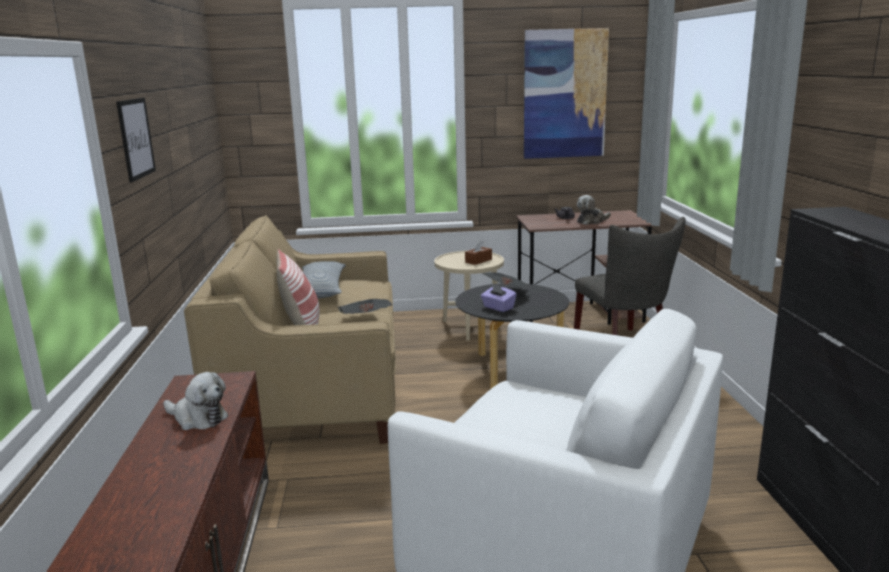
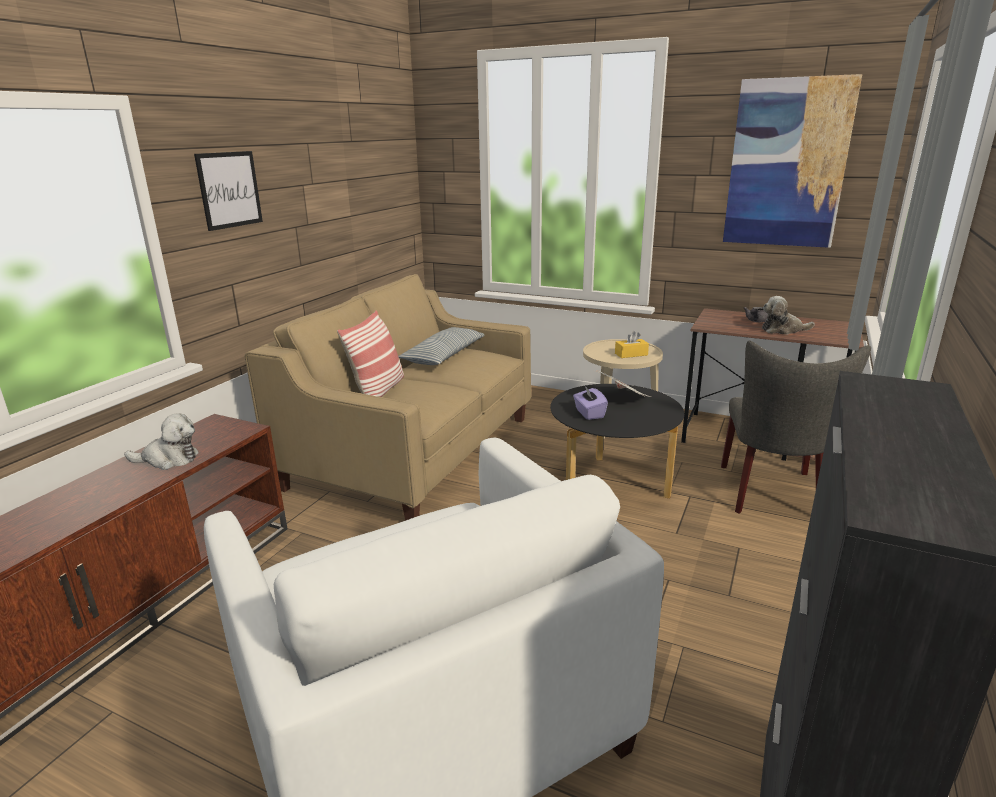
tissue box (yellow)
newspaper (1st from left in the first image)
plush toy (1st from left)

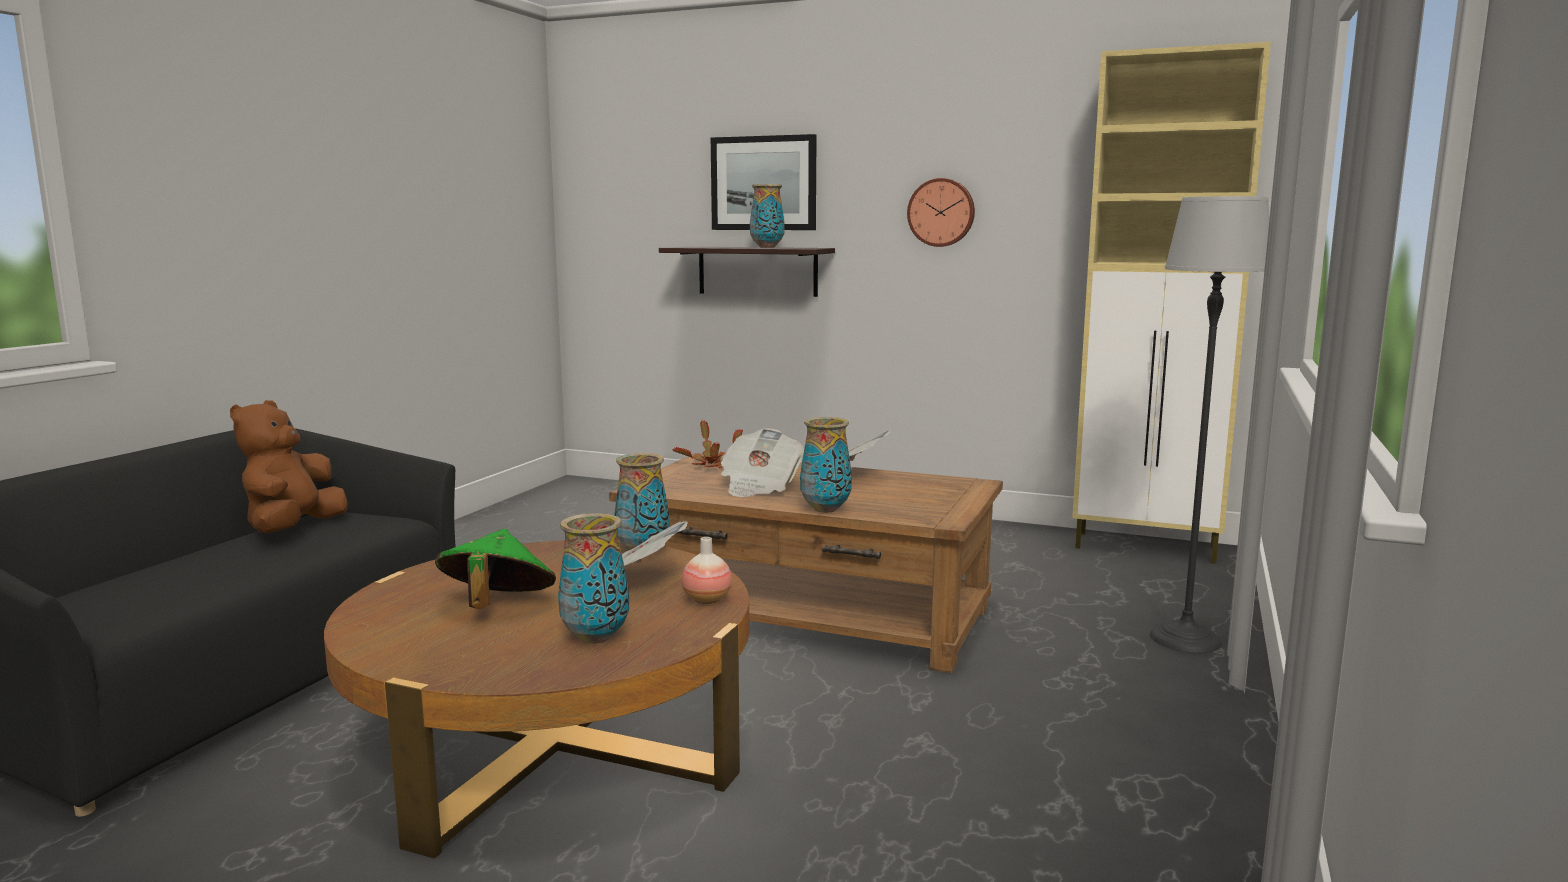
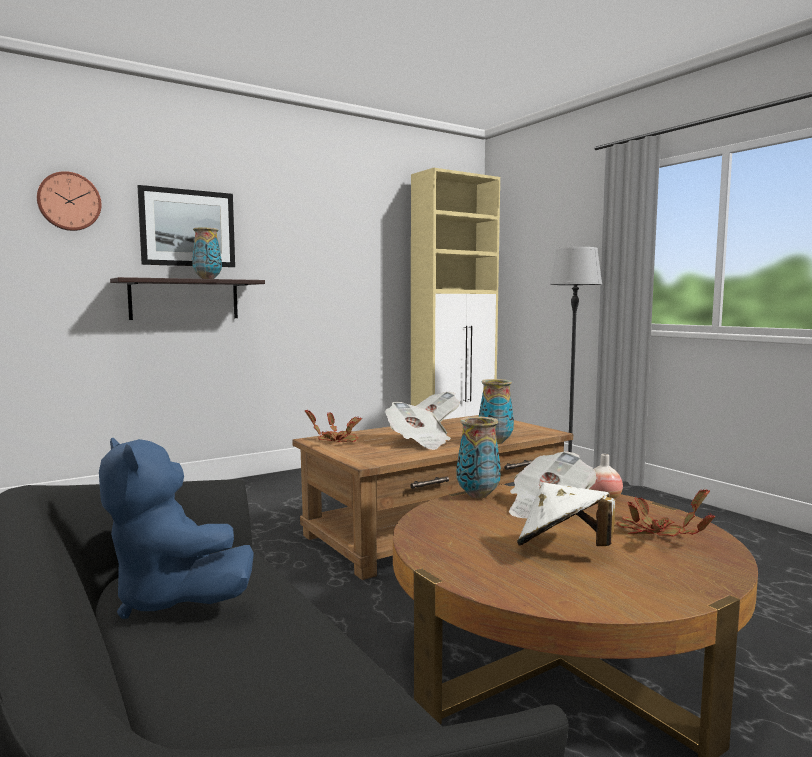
wall clock
plush toy (blue)
potted plant (2nd from left)
hat (white)

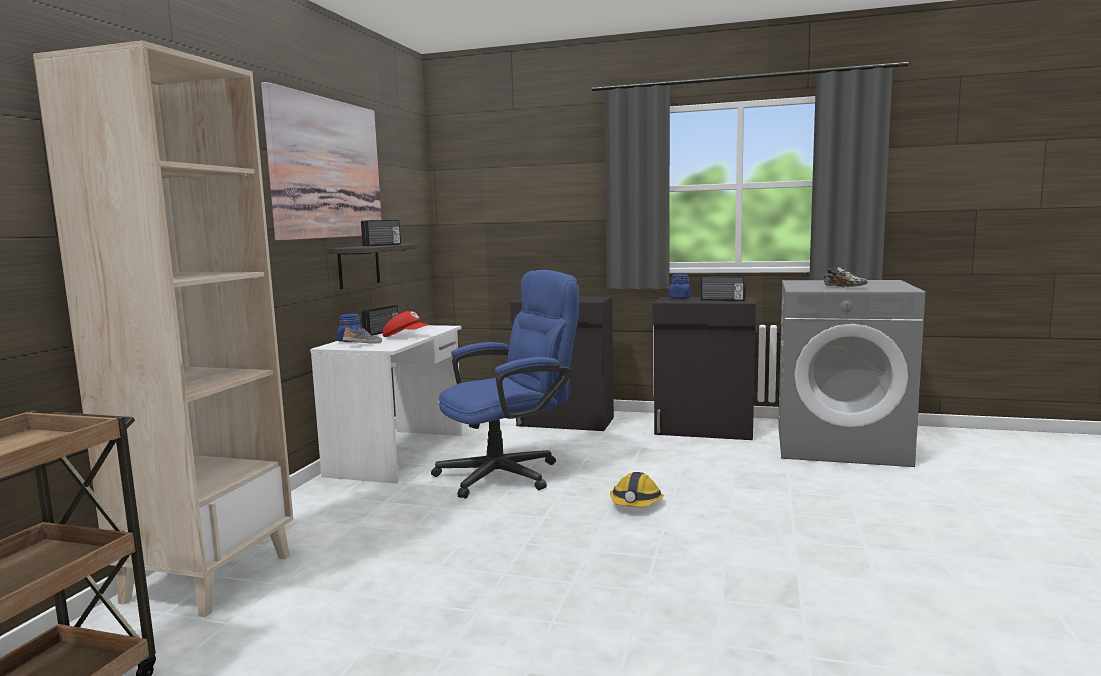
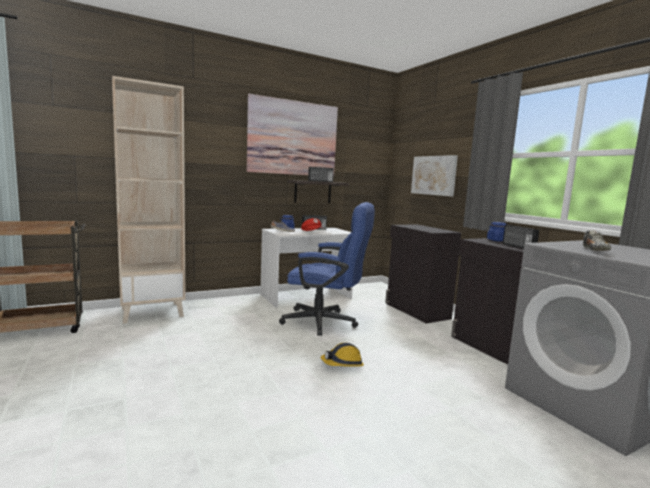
picture (2nd from left)

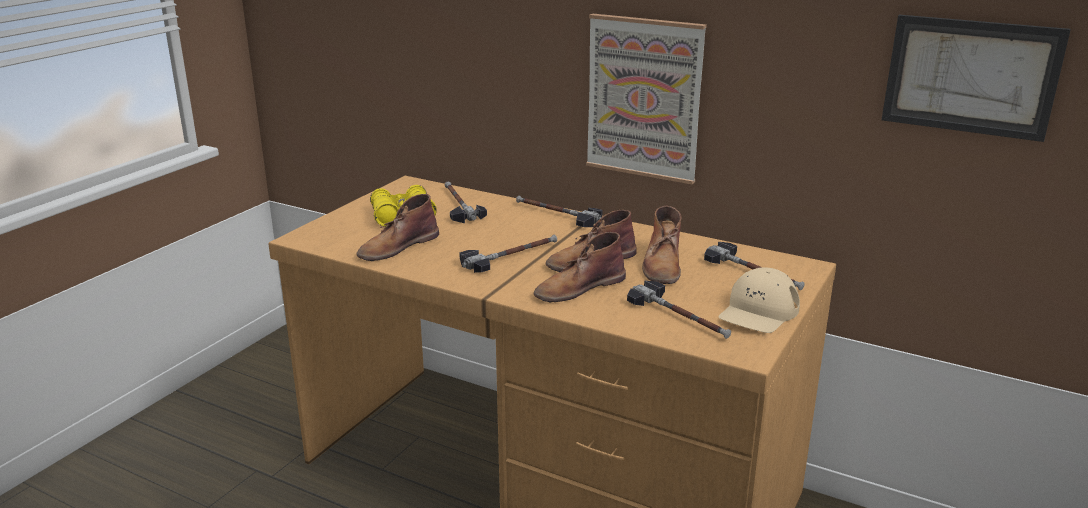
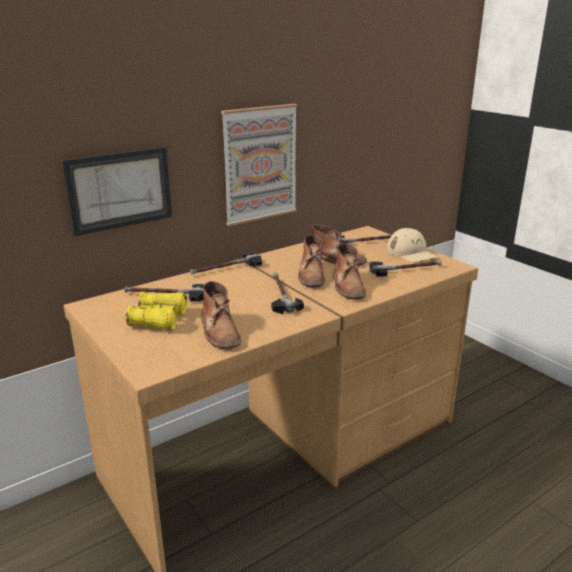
picture (1st from left)

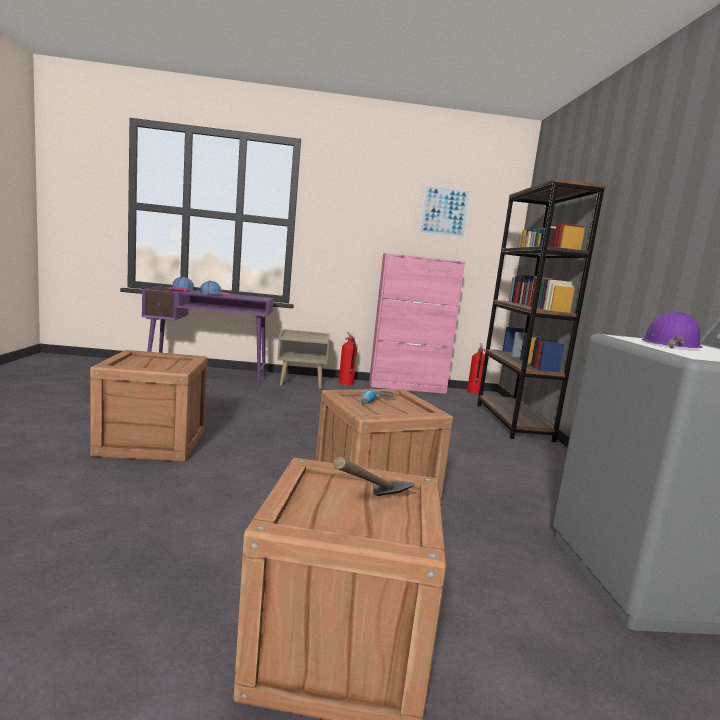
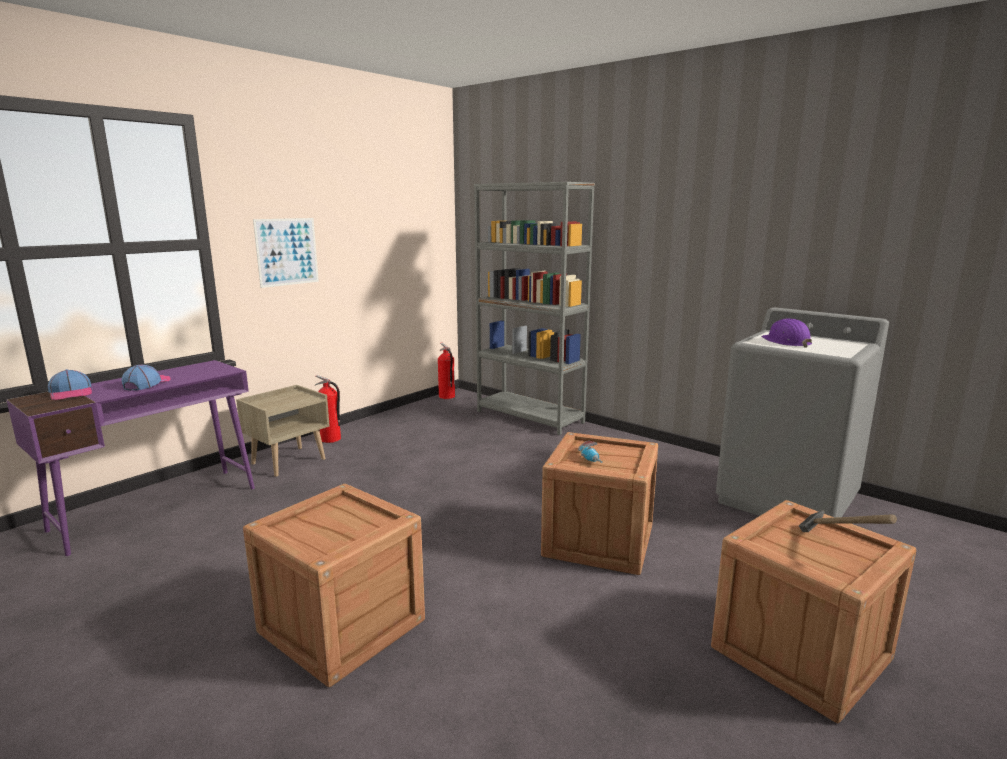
bookcase (grey)
picture
cabinet (pink)

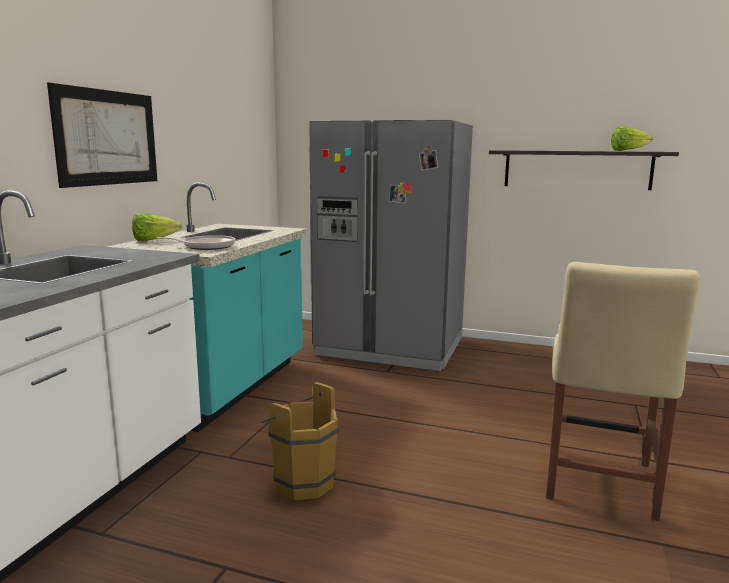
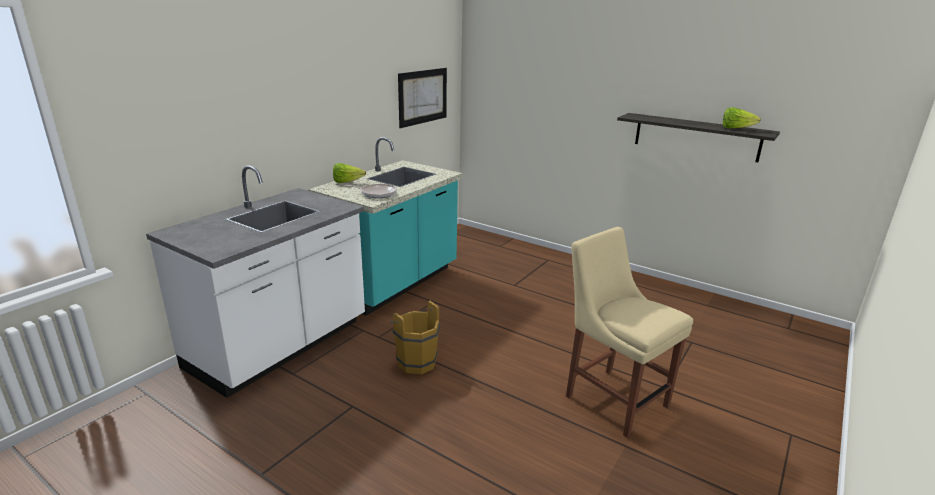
picture
fridge (grey)
chair (beige)

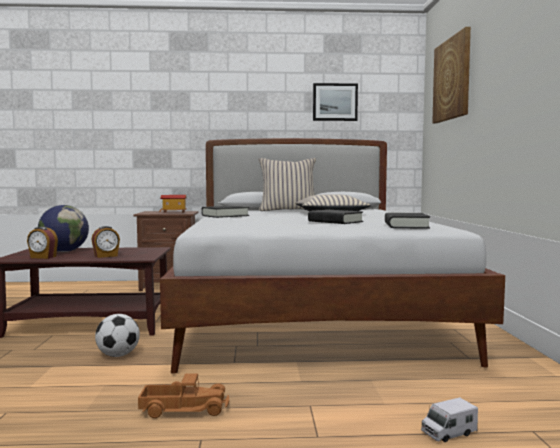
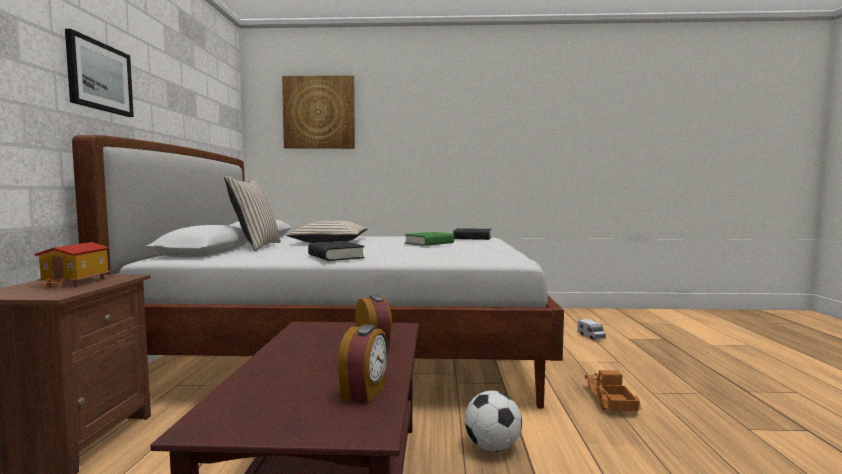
picture (1st from left)
globe
book (green)

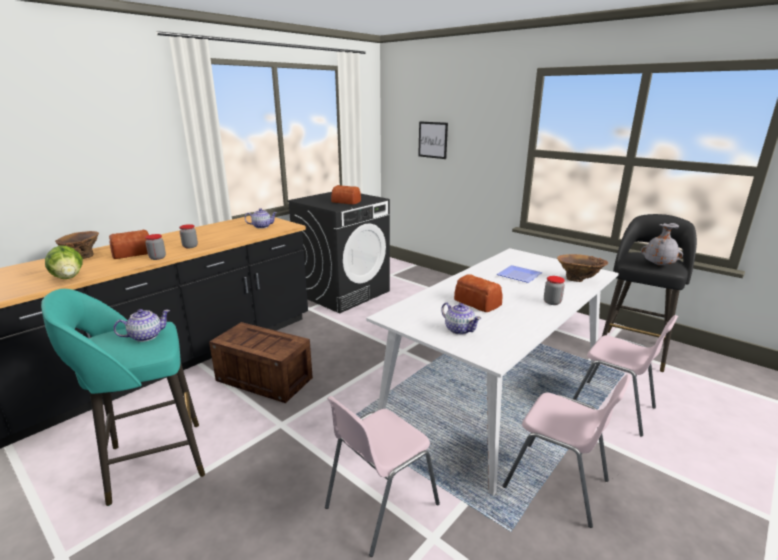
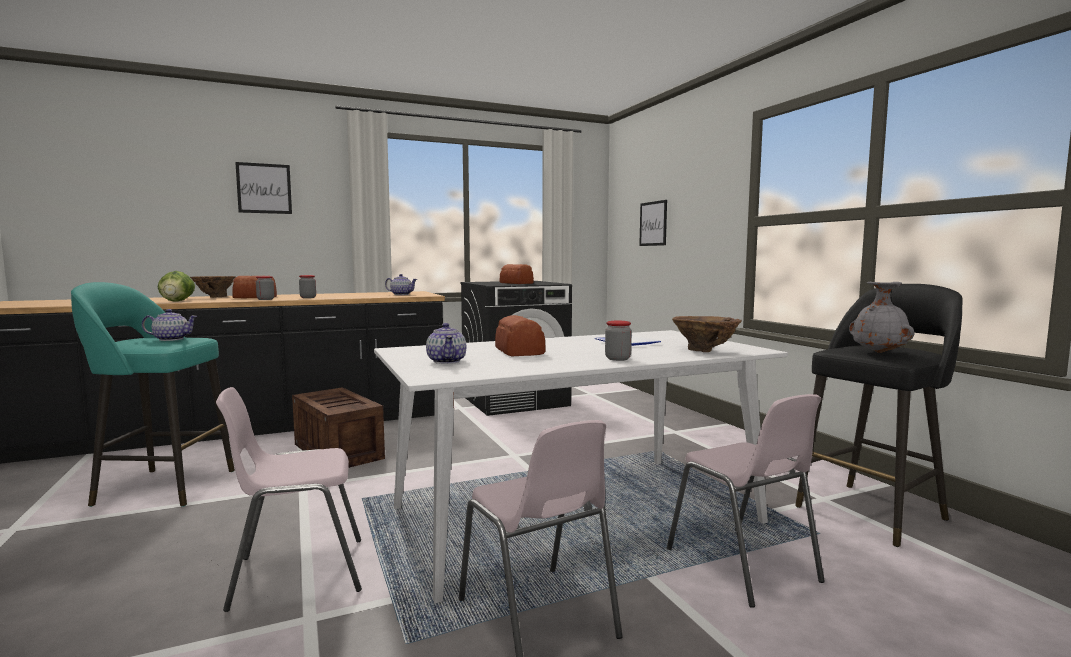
picture (1st from left)

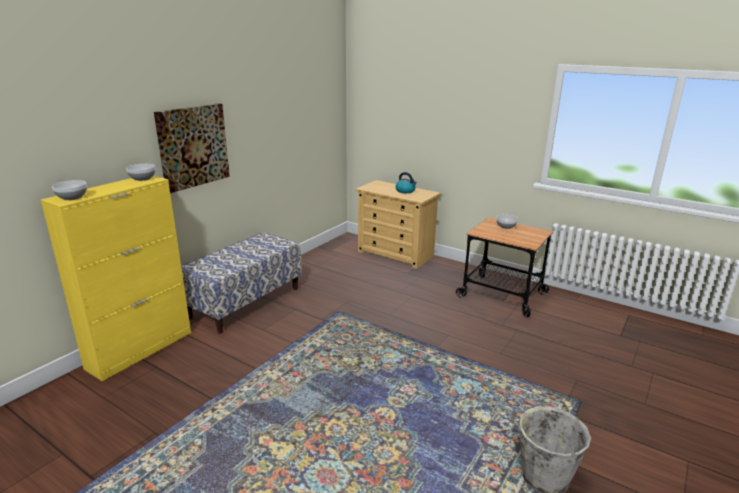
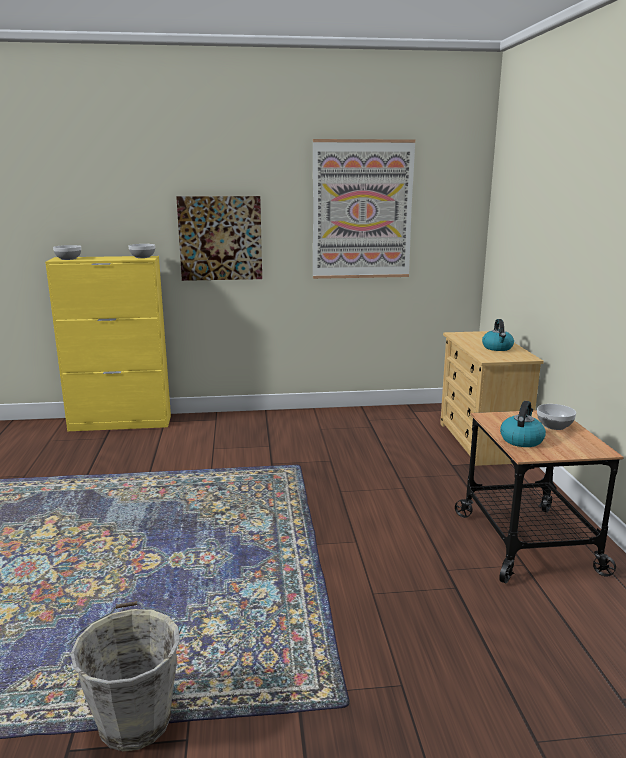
bench
picture (2nd from left)
kettle (2nd from left)

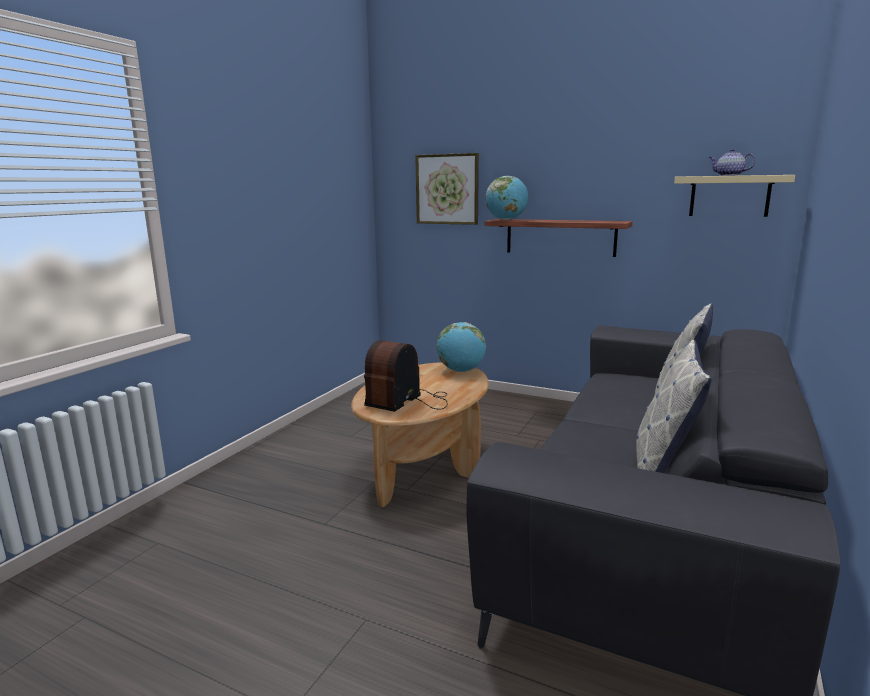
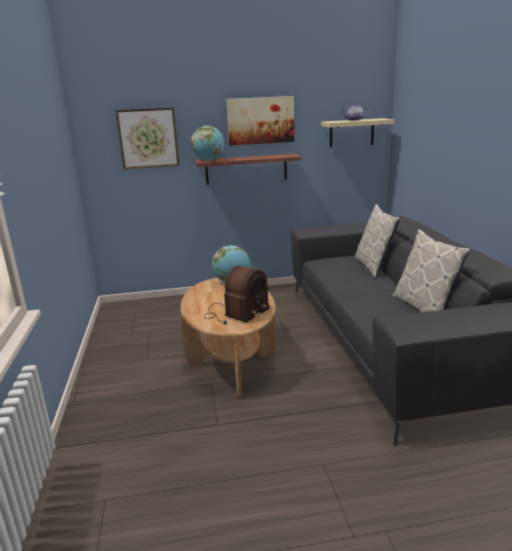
radio
picture (2nd from left)

